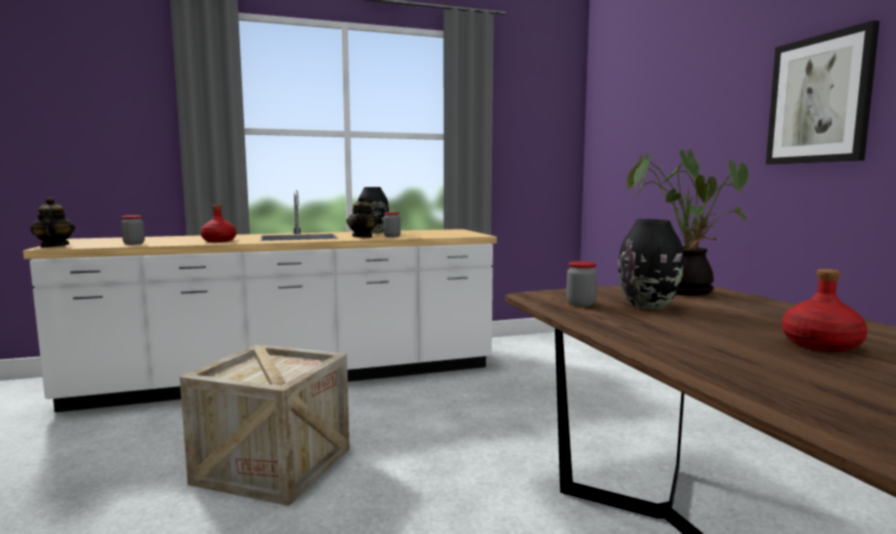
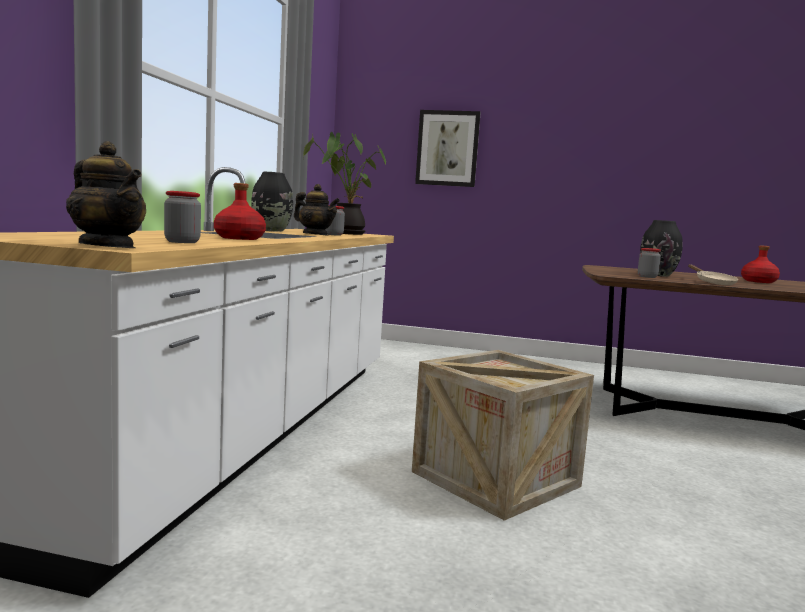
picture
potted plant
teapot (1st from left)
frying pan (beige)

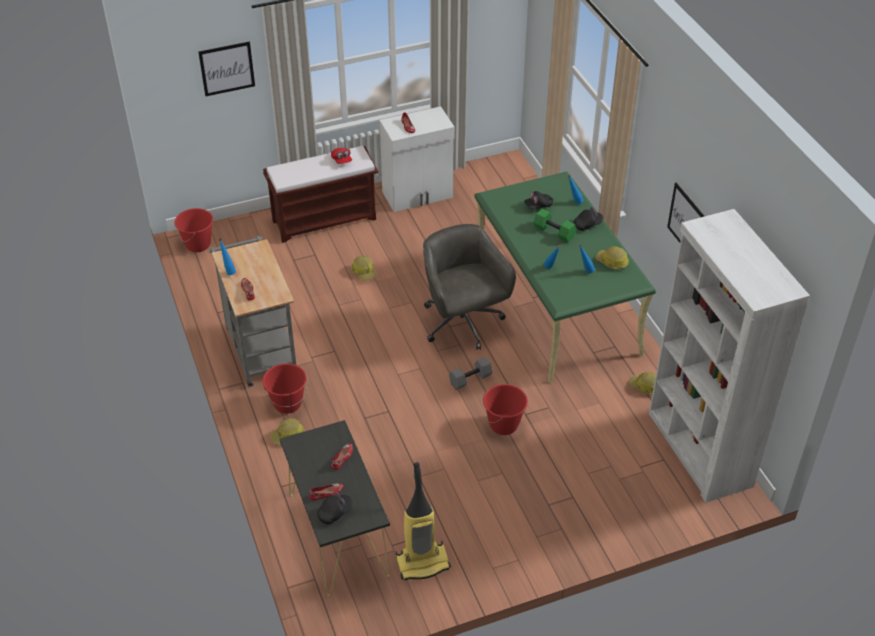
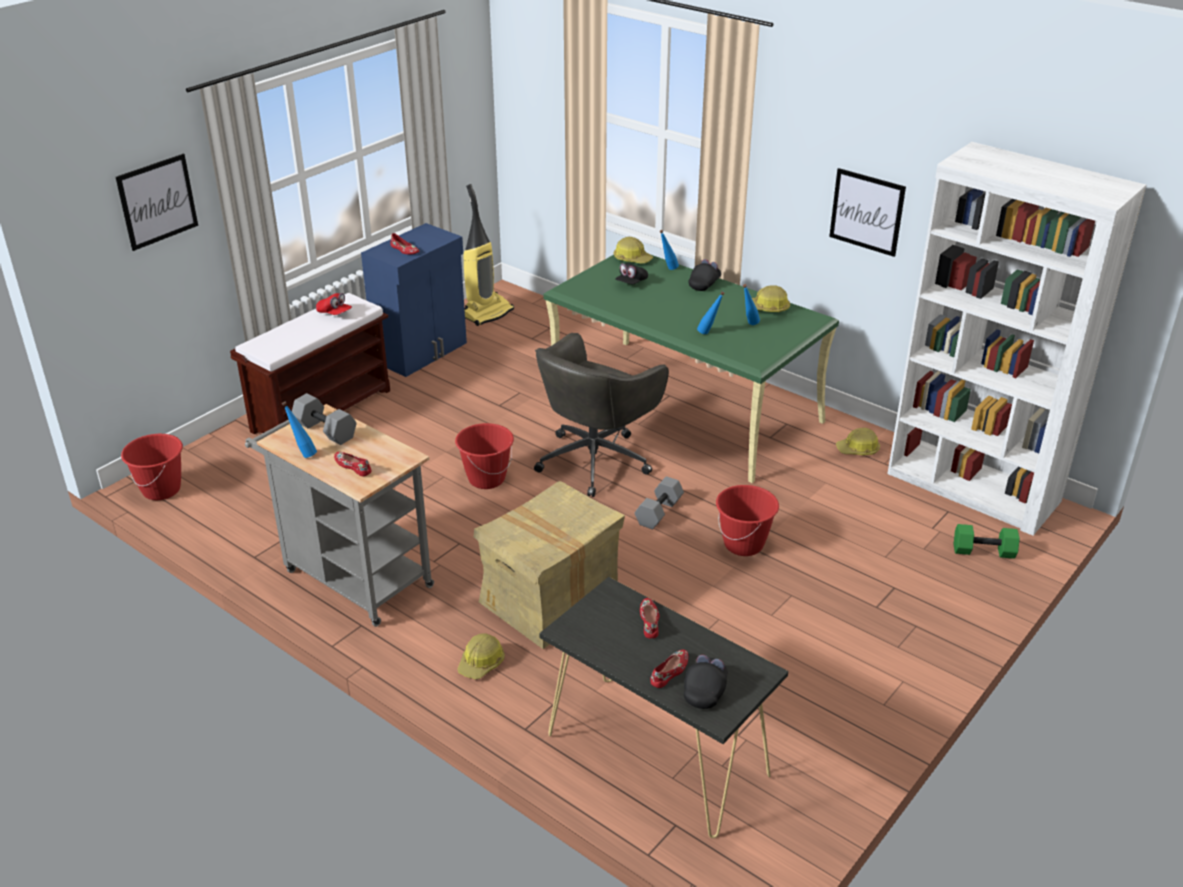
cabinet (blue)
dumbbell (green)
office chair (grey)
hard hat (2nd from left)
bucket (red) (2nd from left)
vacuum cleaner
dumbbell (grey) (1st from left)
cardboard box

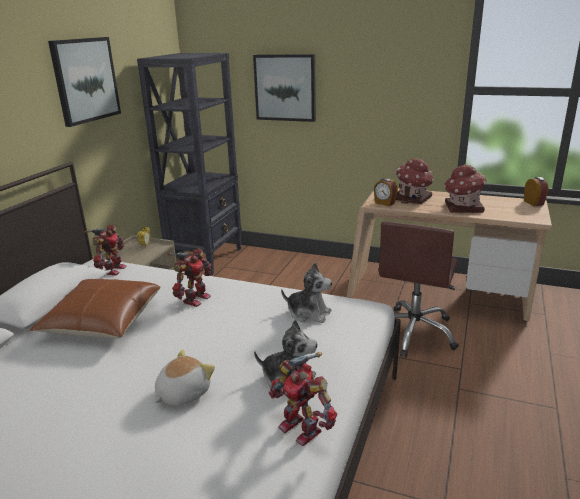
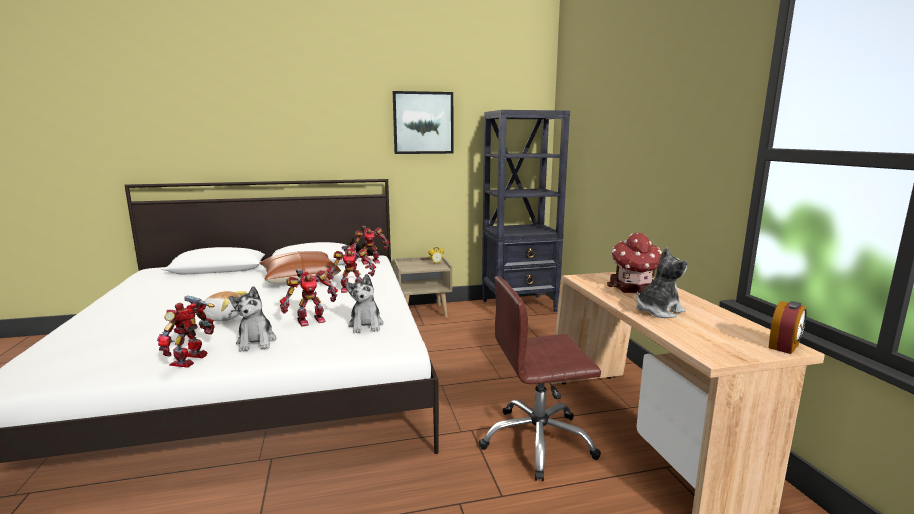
picture (2nd from left in the first image)
plush toy (4th from left)
alarm clock (2nd from left in the first image)
toy robot (2nd from left)

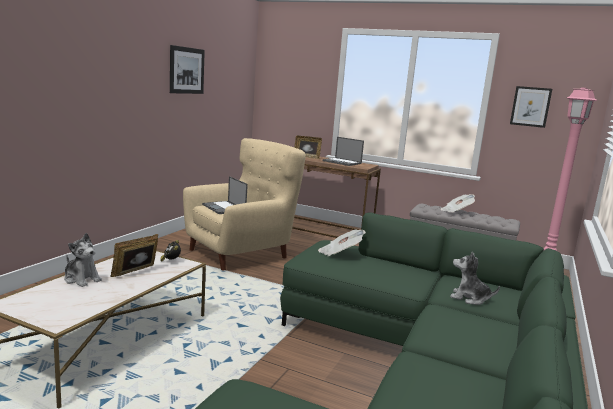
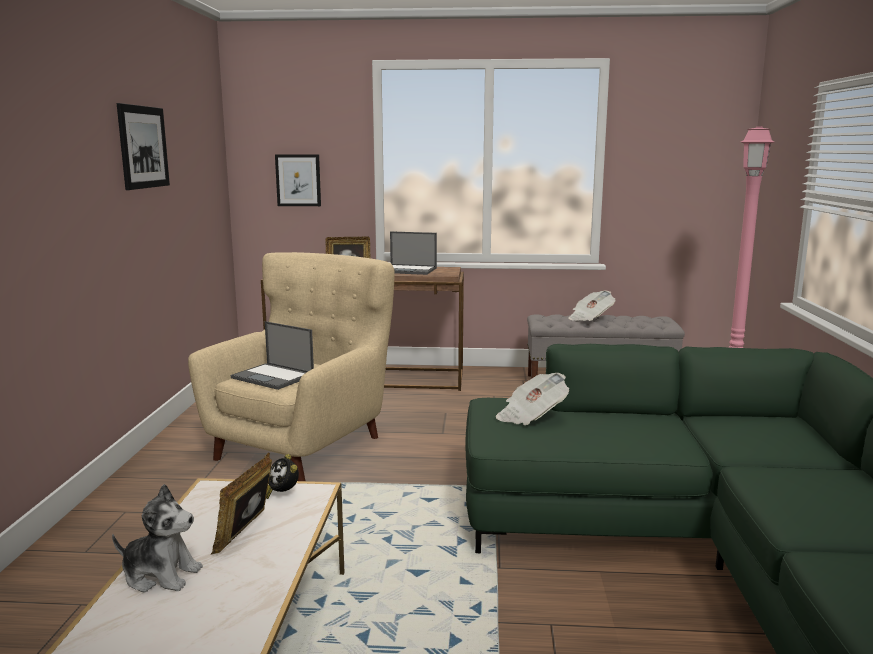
picture (2nd from left)
plush toy (2nd from left in the first image)

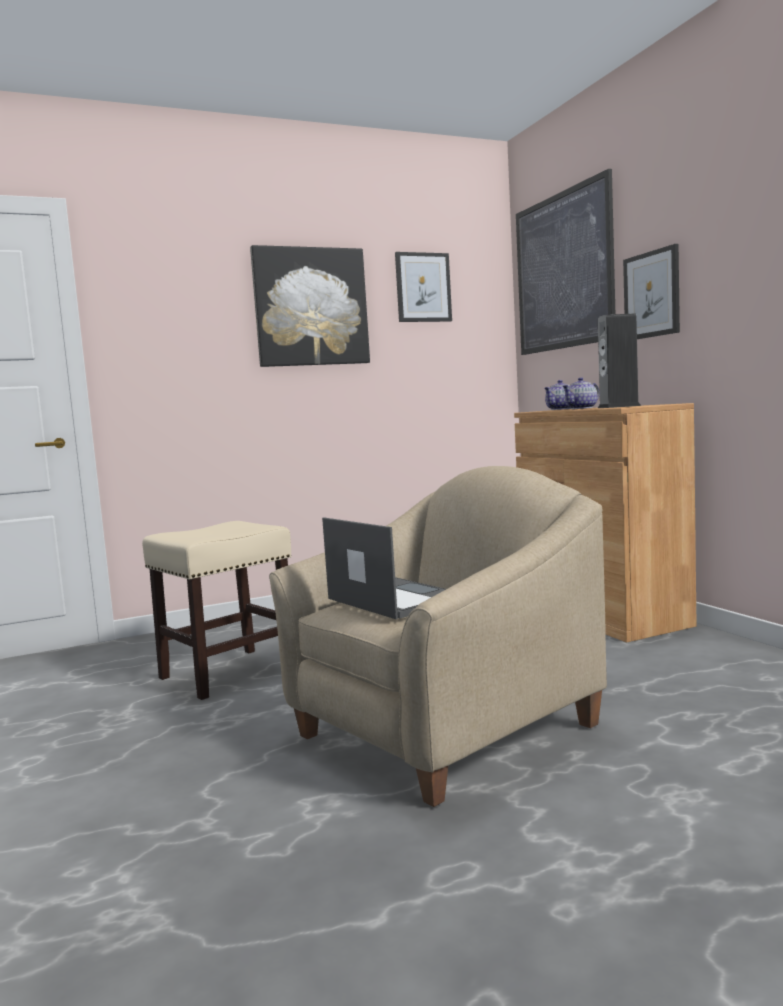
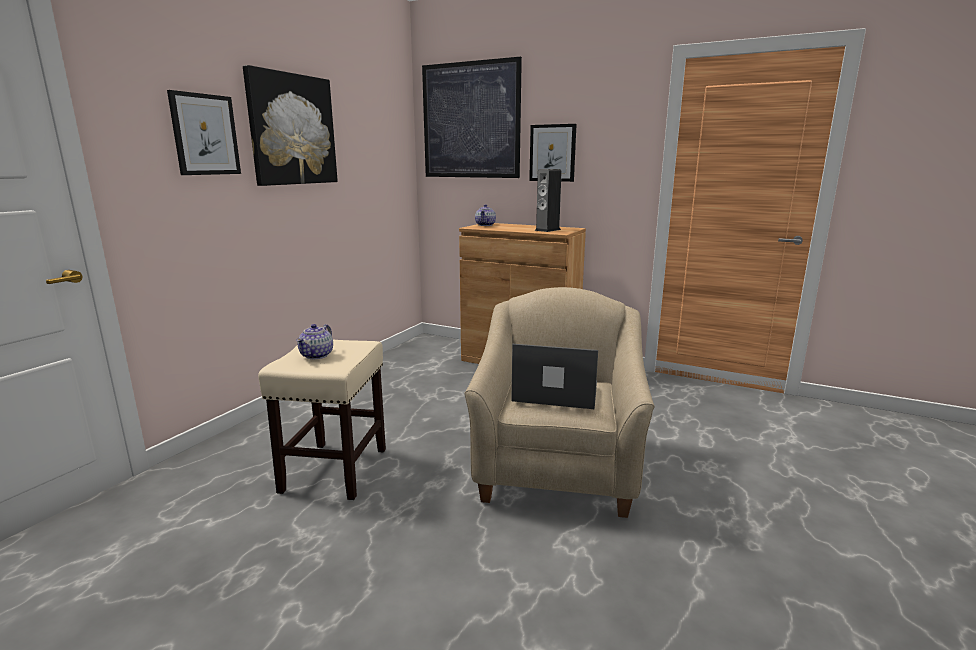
picture (1st from left)
teapot (1st from left)

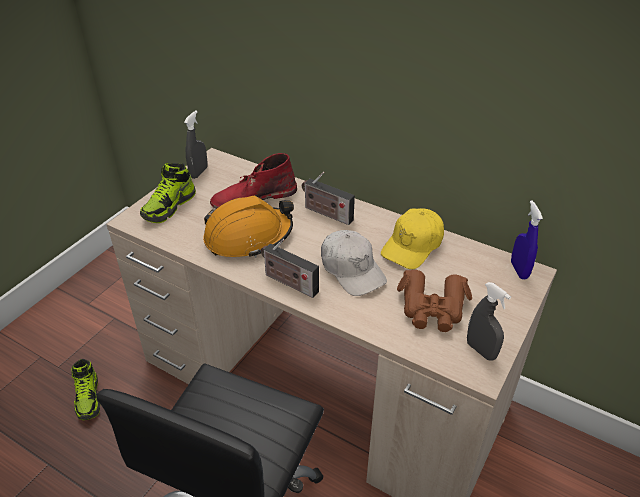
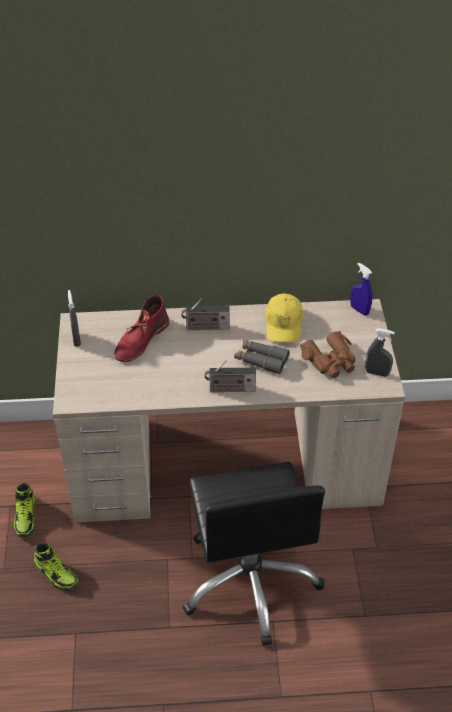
shoe (1st from left)
hard hat (orange)
binoculars (grey)

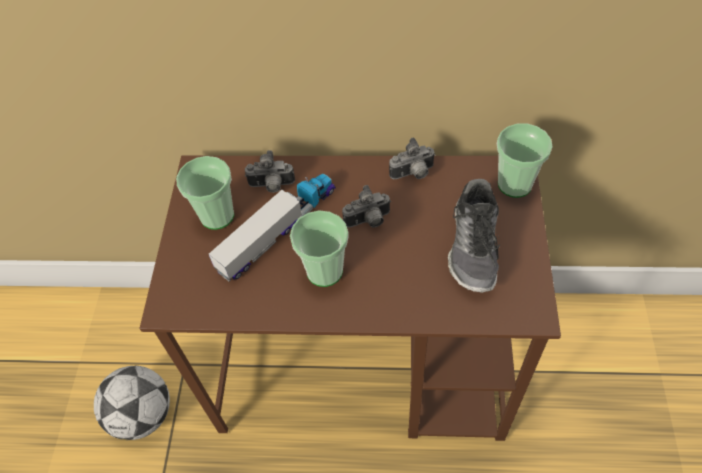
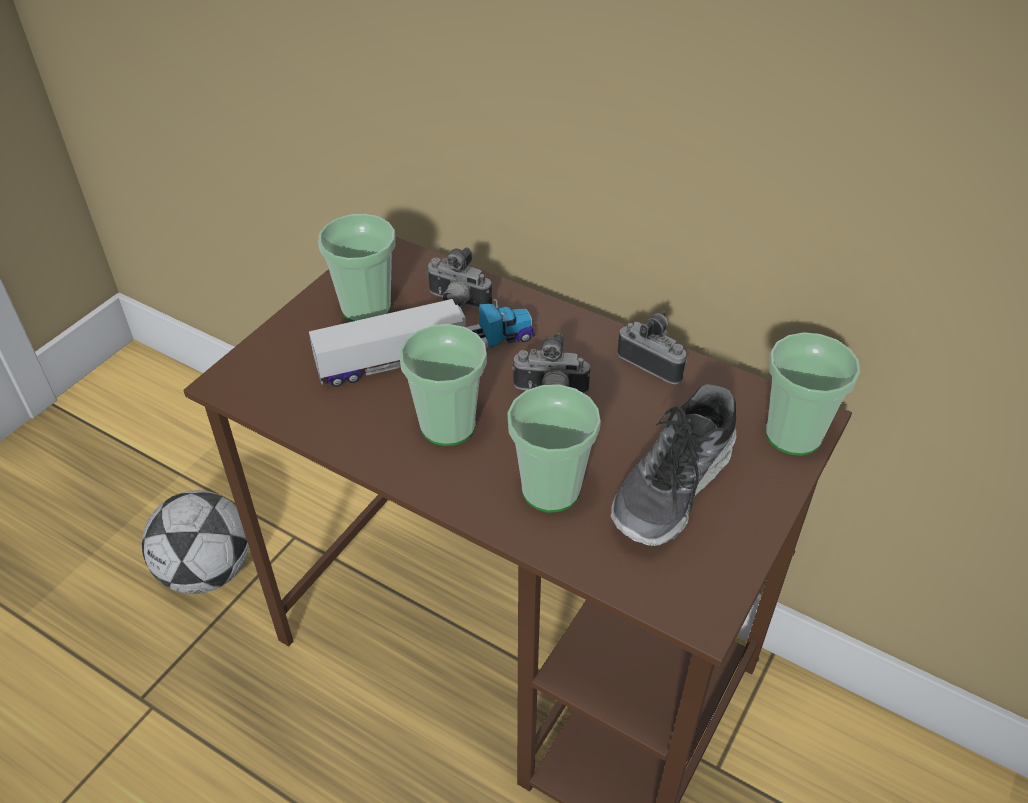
photo camera (3rd from left)
cup (3rd from left)

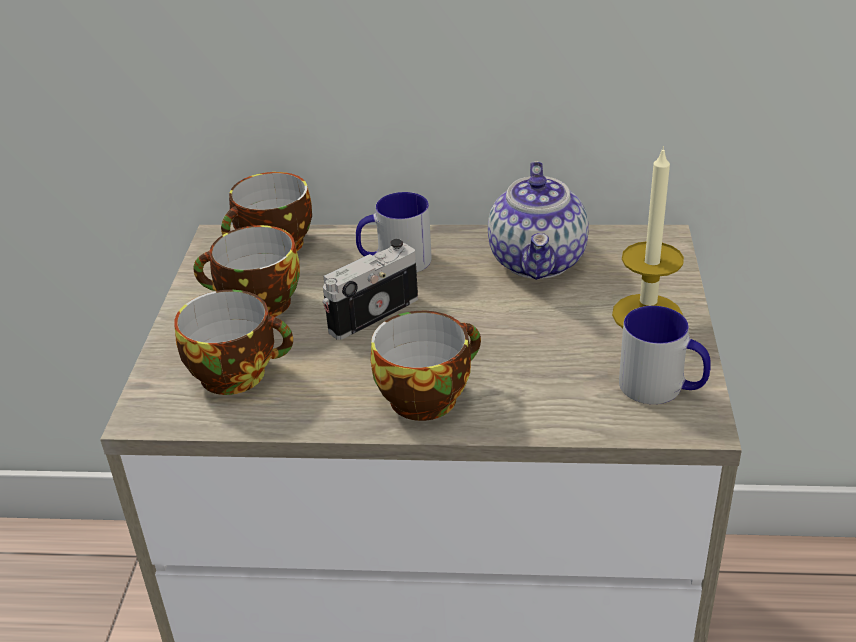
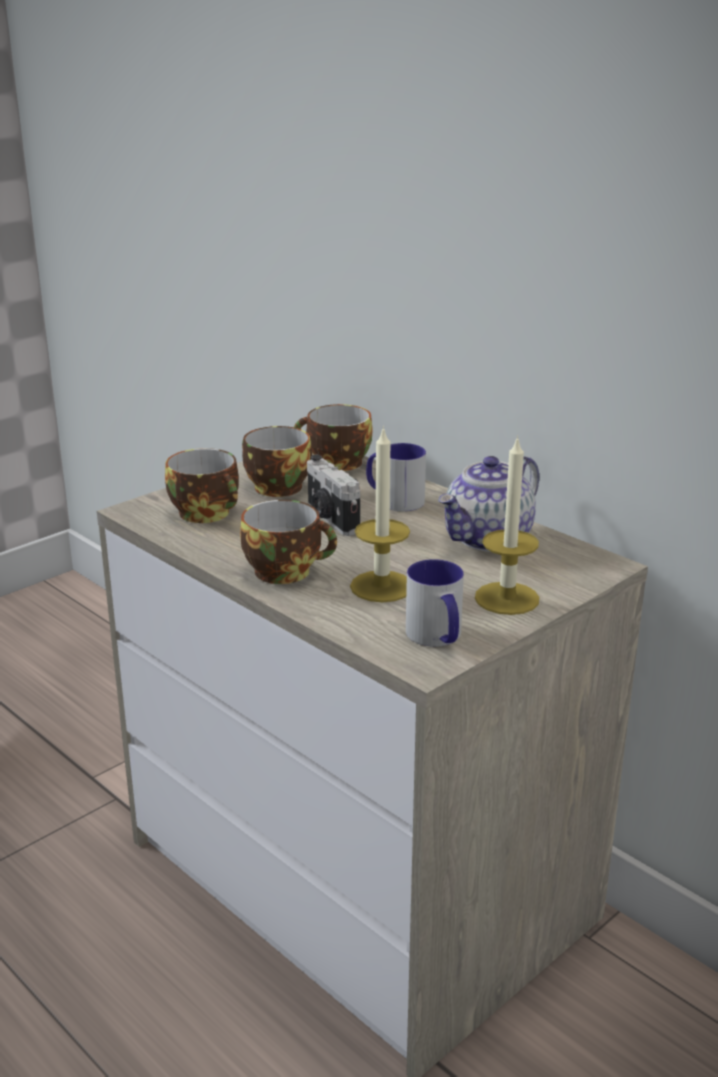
photo camera
candle (1st from left)

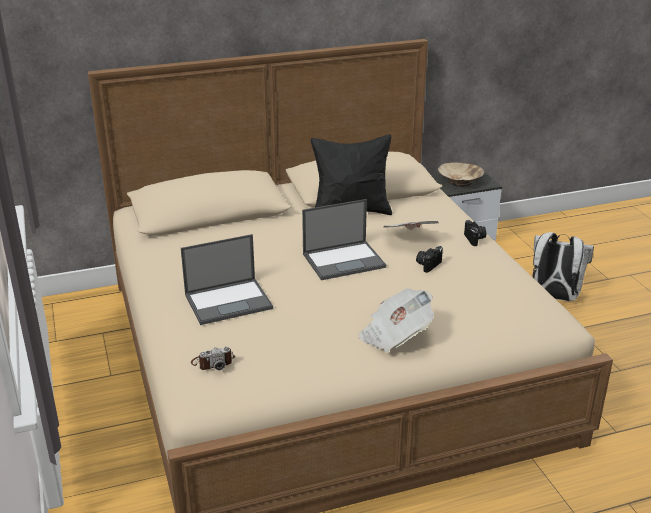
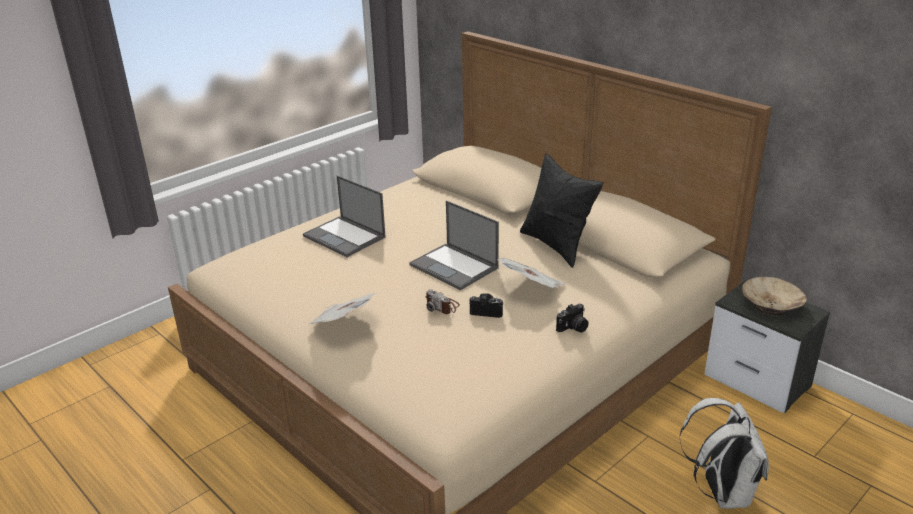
photo camera (1st from left)

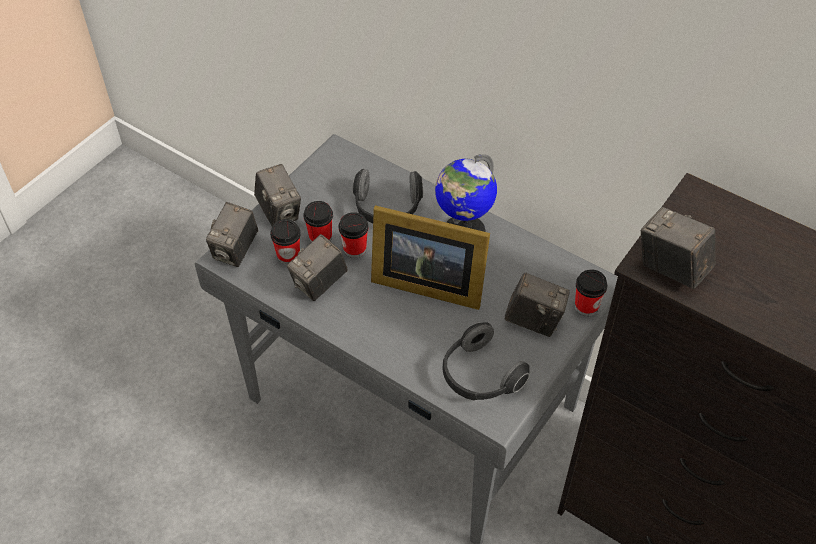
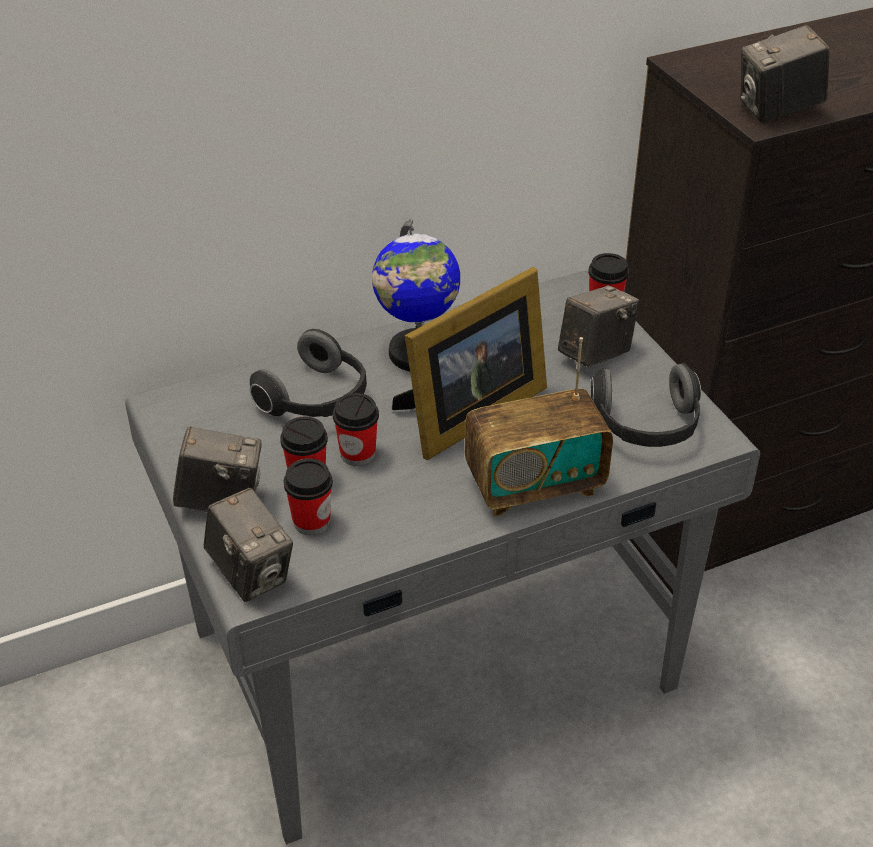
photo camera (3rd from left in the first image)
radio

